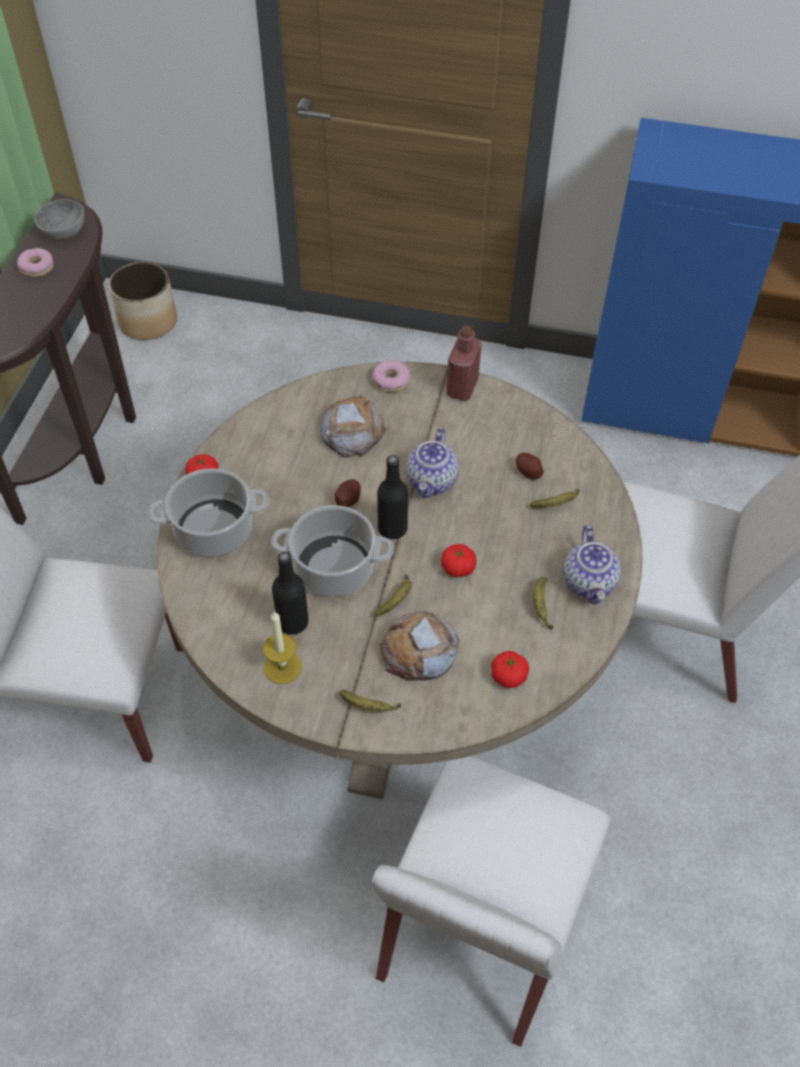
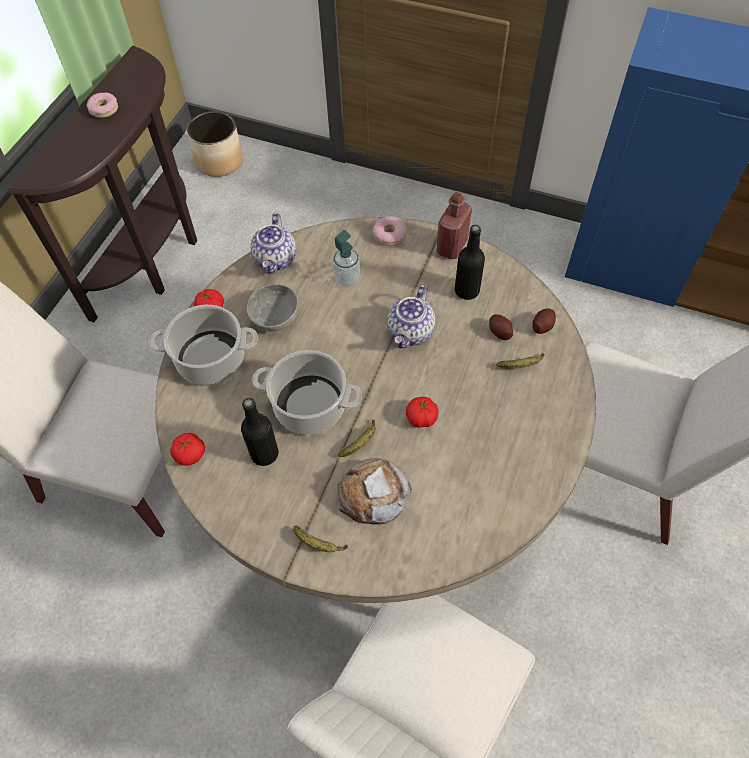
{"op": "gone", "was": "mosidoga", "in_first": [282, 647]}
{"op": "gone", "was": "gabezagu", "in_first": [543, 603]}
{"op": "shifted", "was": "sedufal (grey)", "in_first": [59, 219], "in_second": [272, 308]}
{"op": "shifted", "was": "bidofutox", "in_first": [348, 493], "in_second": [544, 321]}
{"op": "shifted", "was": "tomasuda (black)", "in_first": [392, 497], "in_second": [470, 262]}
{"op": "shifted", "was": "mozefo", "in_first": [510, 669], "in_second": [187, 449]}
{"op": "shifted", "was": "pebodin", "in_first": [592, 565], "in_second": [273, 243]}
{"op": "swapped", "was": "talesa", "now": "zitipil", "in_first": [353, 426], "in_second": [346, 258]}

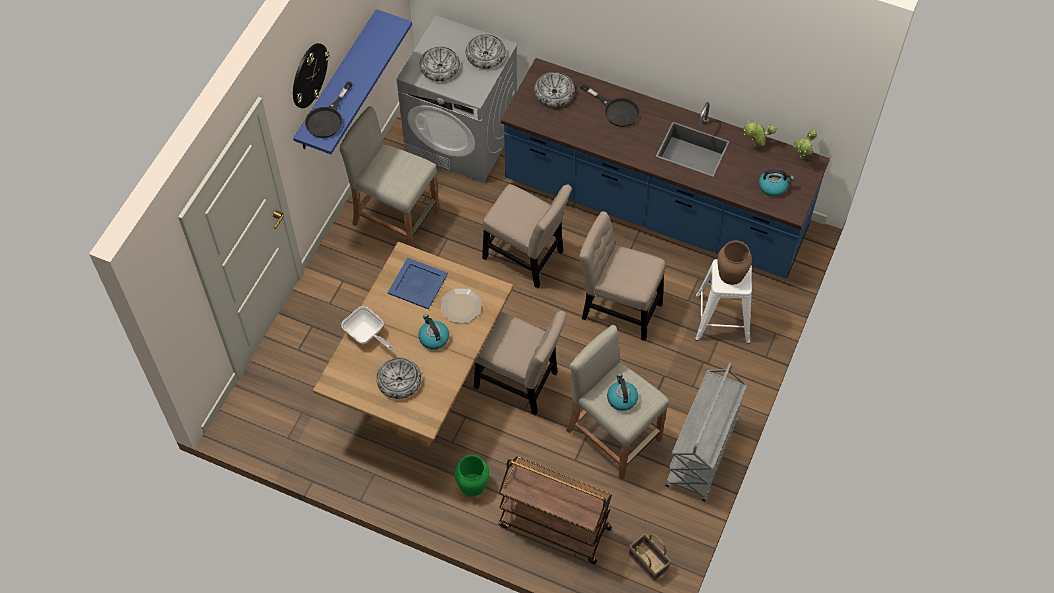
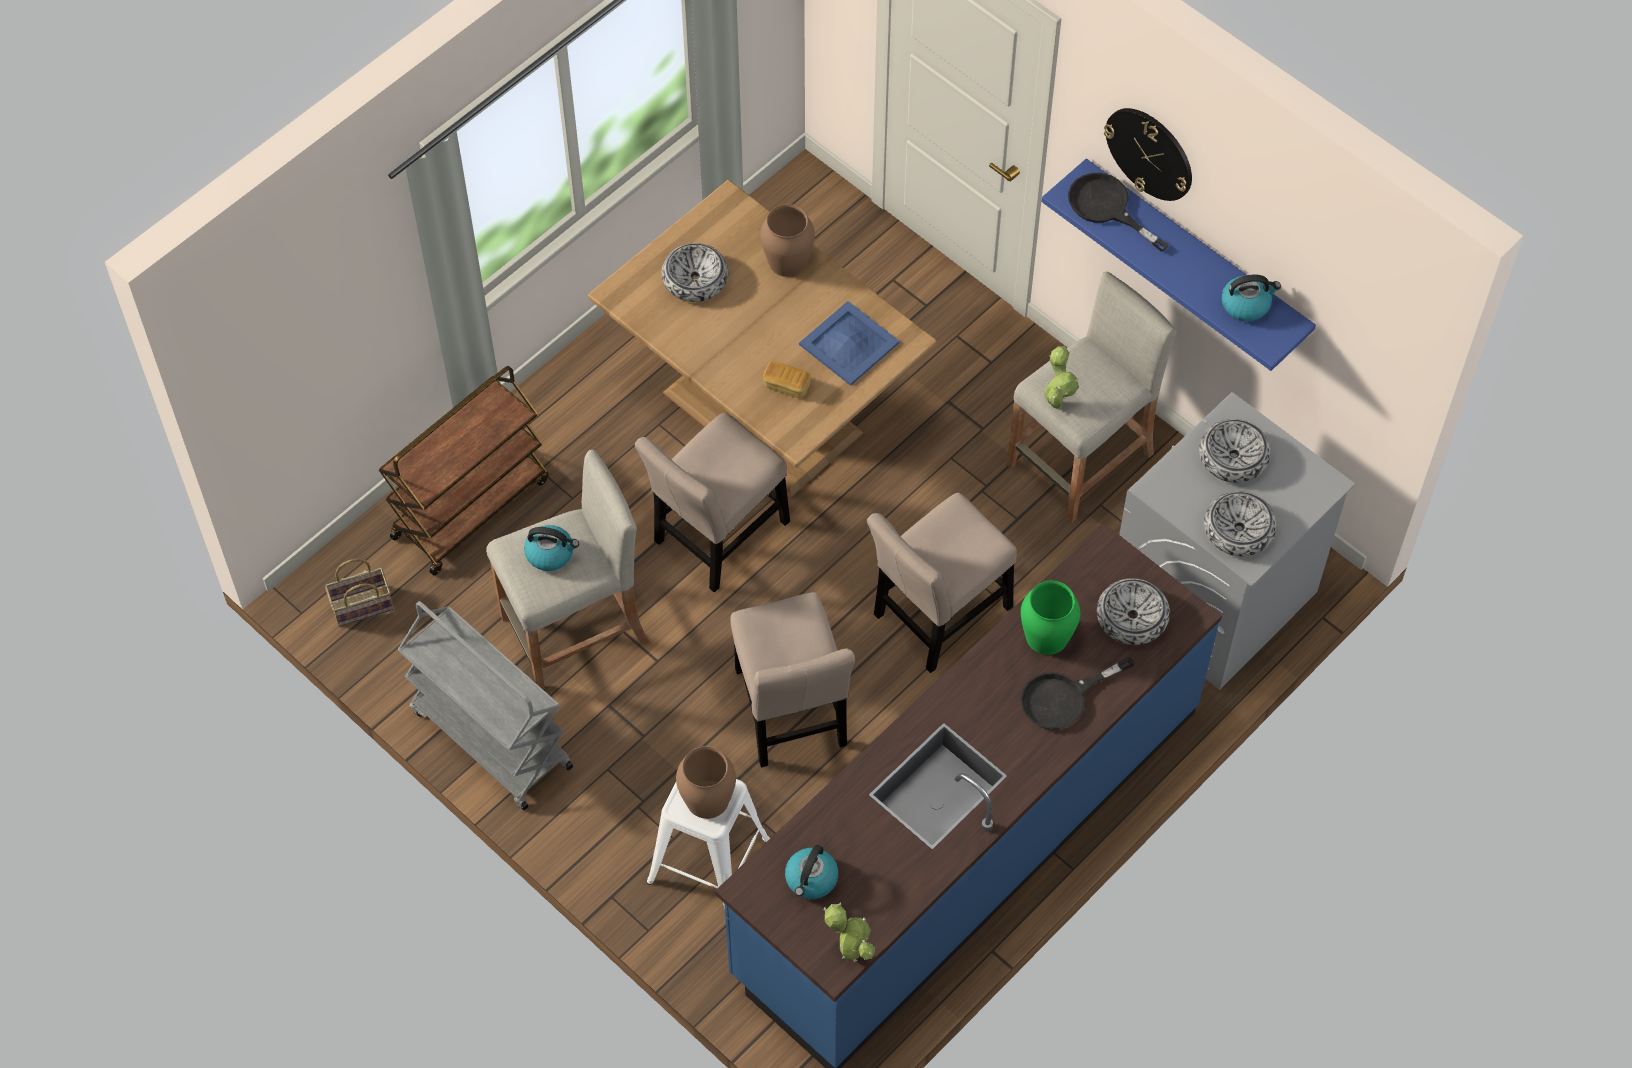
{"op": "shifted", "was": "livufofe", "in_first": [433, 332], "in_second": [1251, 298]}
{"op": "shifted", "was": "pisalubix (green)", "in_first": [471, 475], "in_second": [1050, 618]}
{"op": "shifted", "was": "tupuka", "in_first": [760, 134], "in_second": [1060, 377]}
{"op": "swapped", "was": "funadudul", "now": "pisalubix (brown)", "in_first": [367, 328], "in_second": [787, 240]}
{"op": "swapped", "was": "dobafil", "now": "talesa", "in_first": [461, 305], "in_second": [787, 379]}
{"op": "rotated", "was": "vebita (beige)", "in_first": [622, 276], "in_second": [792, 680], "clockwise": 120}

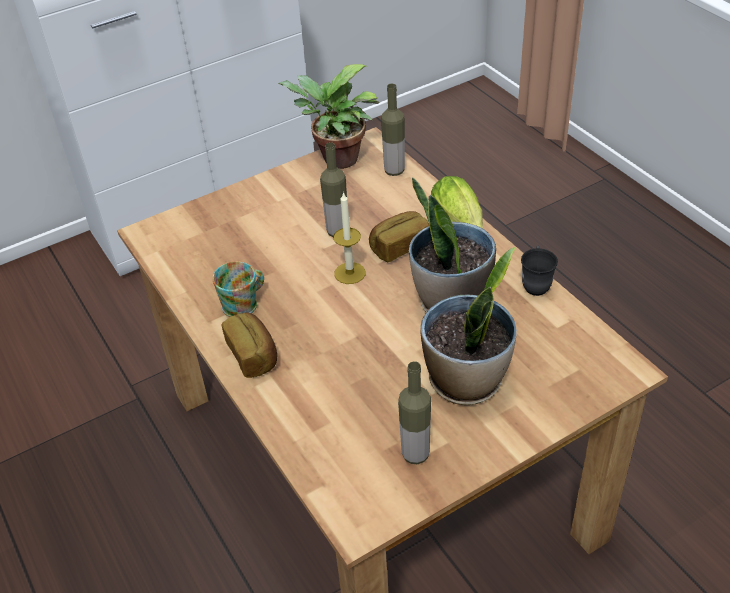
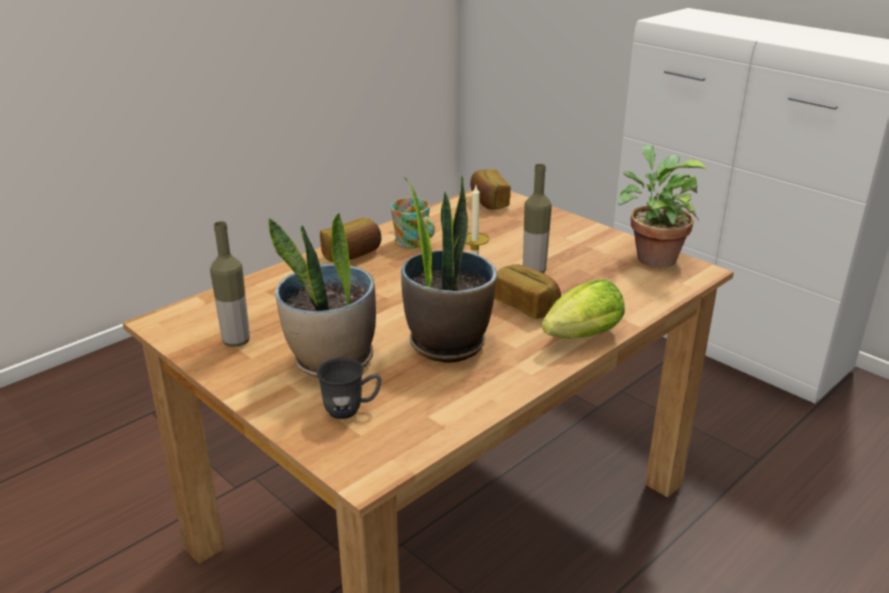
{"op": "gone", "was": "tomasuda", "in_first": [393, 130]}
{"op": "new", "now": "talesa", "in_second": [490, 189]}
{"op": "shifted", "was": "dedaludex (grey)", "in_first": [539, 271], "in_second": [348, 388]}

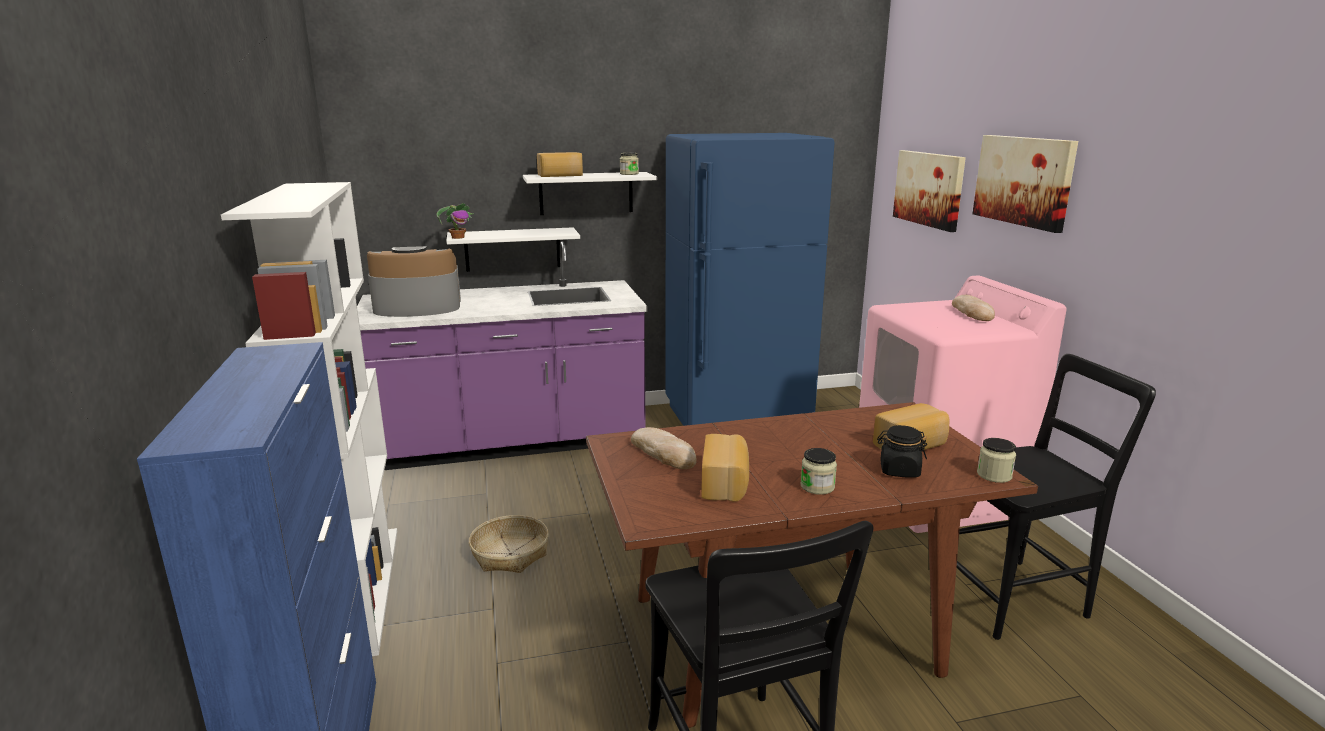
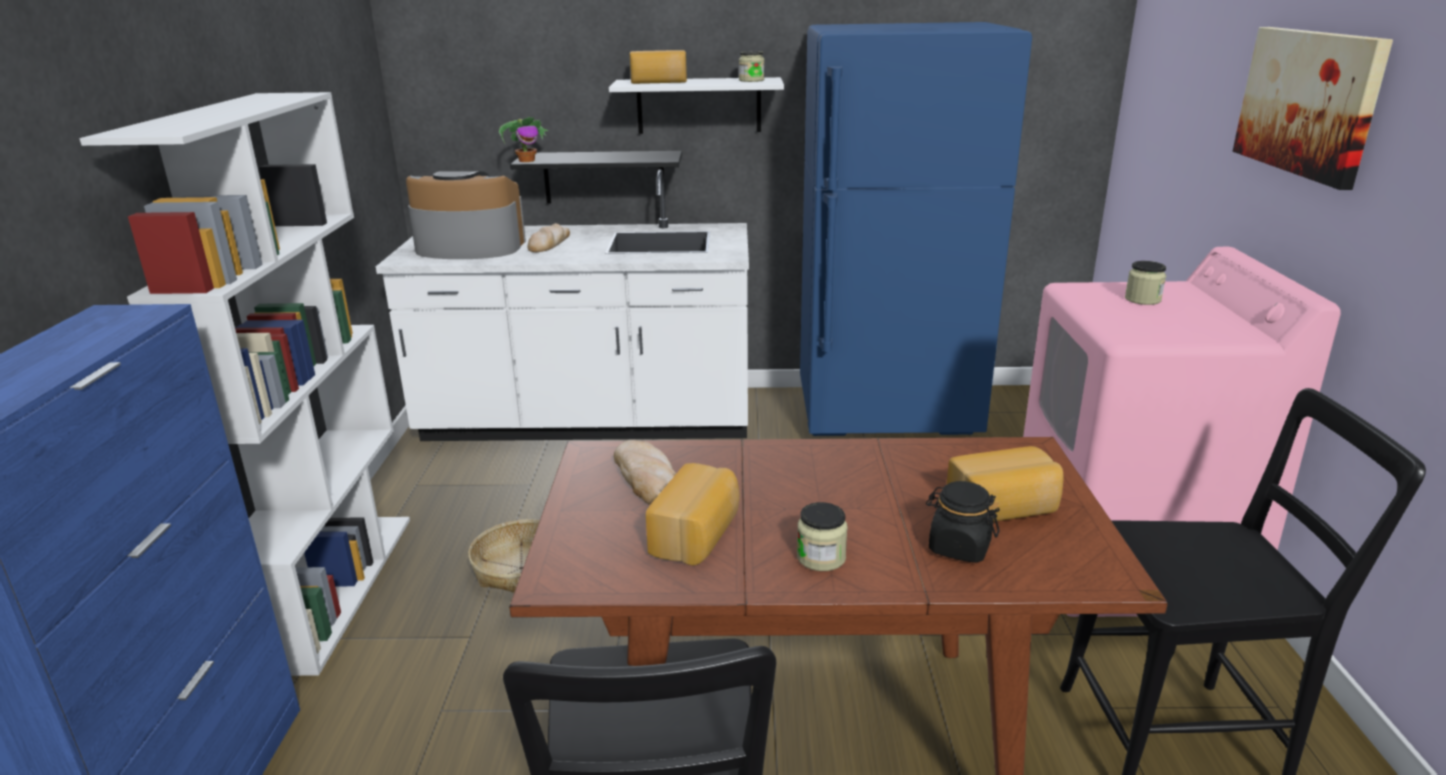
{"op": "gone", "was": "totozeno", "in_first": [929, 191]}
{"op": "shifted", "was": "talesa", "in_first": [973, 308], "in_second": [549, 237]}
{"op": "shifted", "was": "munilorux", "in_first": [996, 460], "in_second": [1145, 283]}
{"op": "repainted", "was": "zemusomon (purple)", "now": "zemusomon (white)", "in_first": [502, 355], "in_second": [562, 305]}
{"op": "repainted", "was": "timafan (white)", "now": "timafan (black)", "in_first": [513, 249], "in_second": [596, 177]}

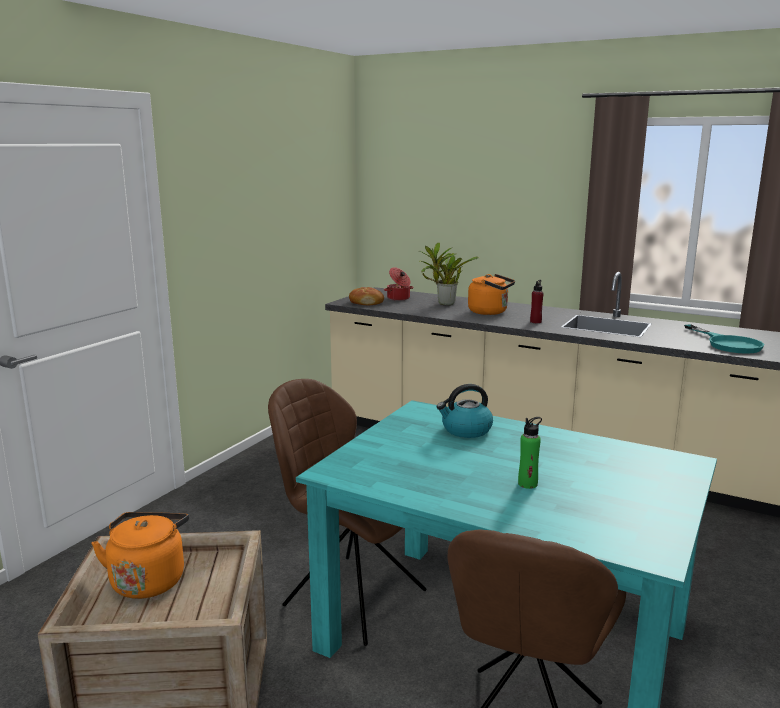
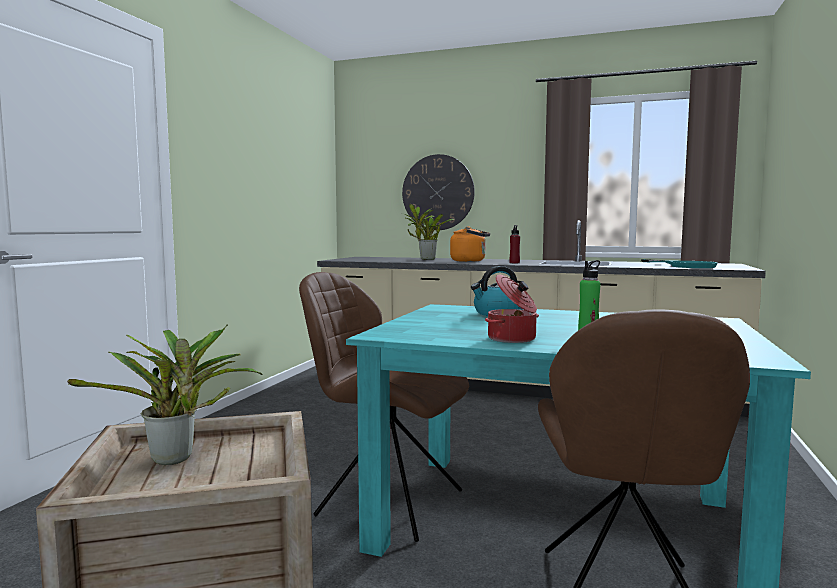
{"op": "gone", "was": "talesa", "in_first": [366, 296]}
{"op": "new", "now": "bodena", "in_second": [438, 192]}
{"op": "shifted", "was": "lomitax", "in_first": [399, 284], "in_second": [512, 308]}
{"op": "swapped", "was": "livufofe (orange)", "now": "tupuka", "in_first": [140, 555], "in_second": [165, 394]}

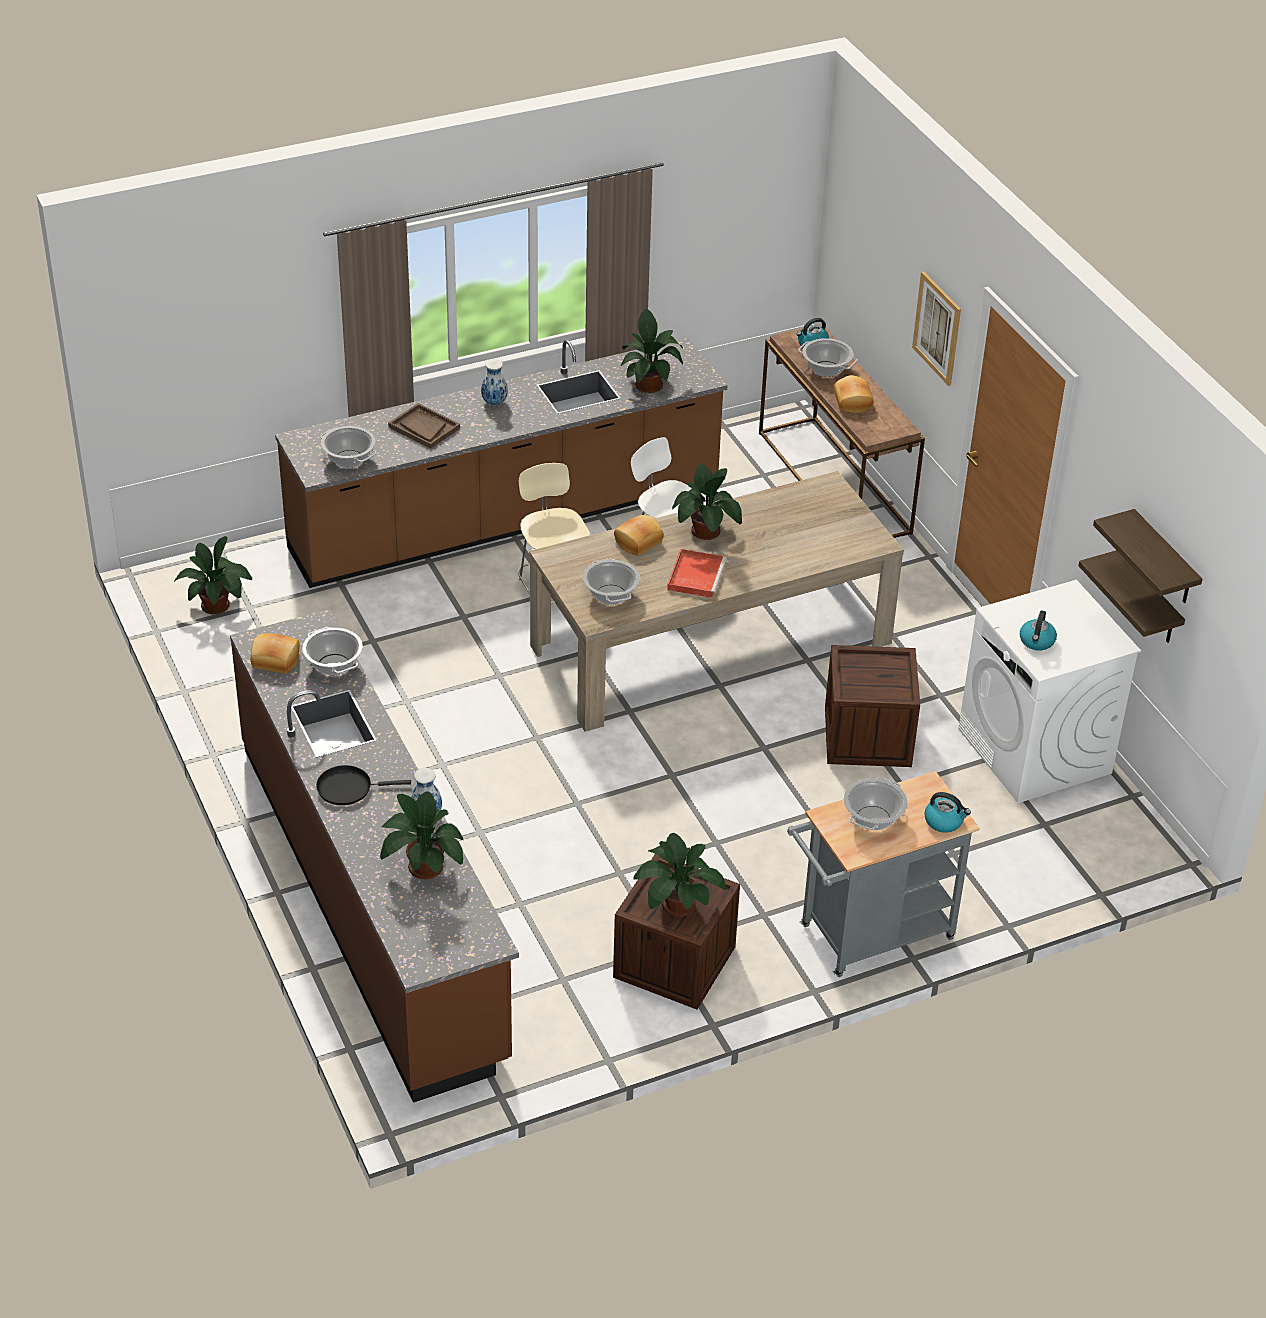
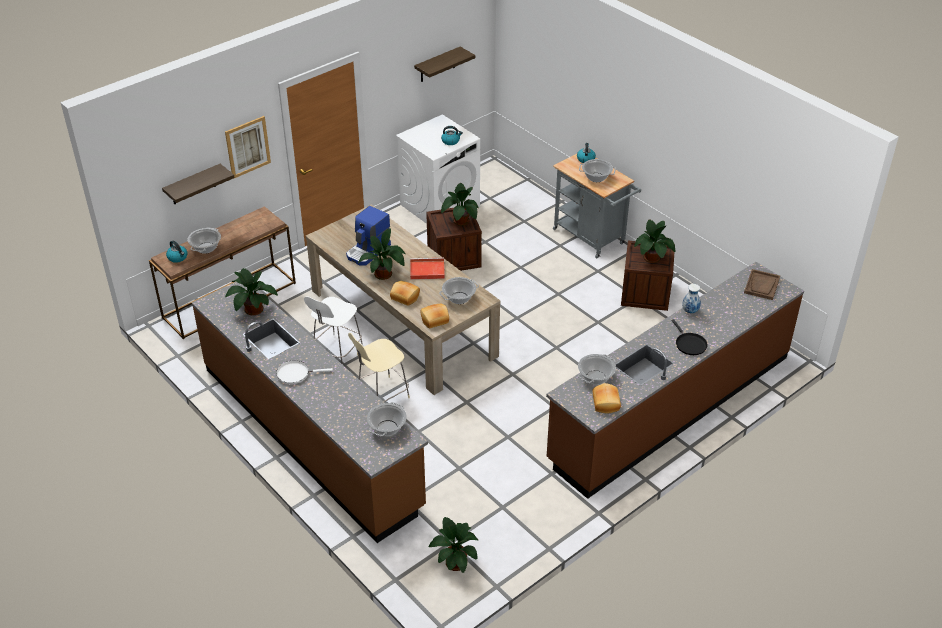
{"op": "new", "now": "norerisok", "in_second": [368, 235]}
{"op": "shifted", "was": "tupuka", "in_first": [421, 835], "in_second": [460, 204]}
{"op": "shifted", "was": "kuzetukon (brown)", "in_first": [424, 426], "in_second": [762, 284]}
{"op": "shifted", "was": "talesa", "in_first": [854, 394], "in_second": [434, 316]}
{"op": "shifted", "was": "timafan", "in_first": [1131, 596], "in_second": [198, 184]}
{"op": "swapped", "was": "pisalubix", "now": "funadudul (white)", "in_first": [494, 382], "in_second": [304, 372]}

